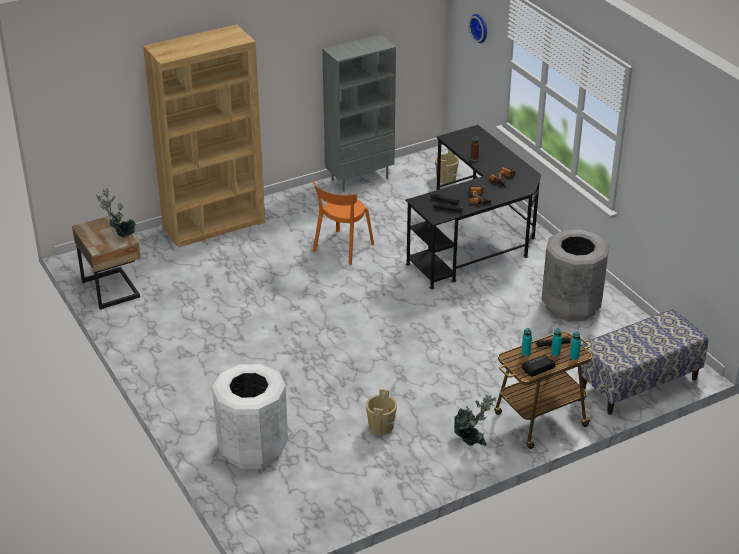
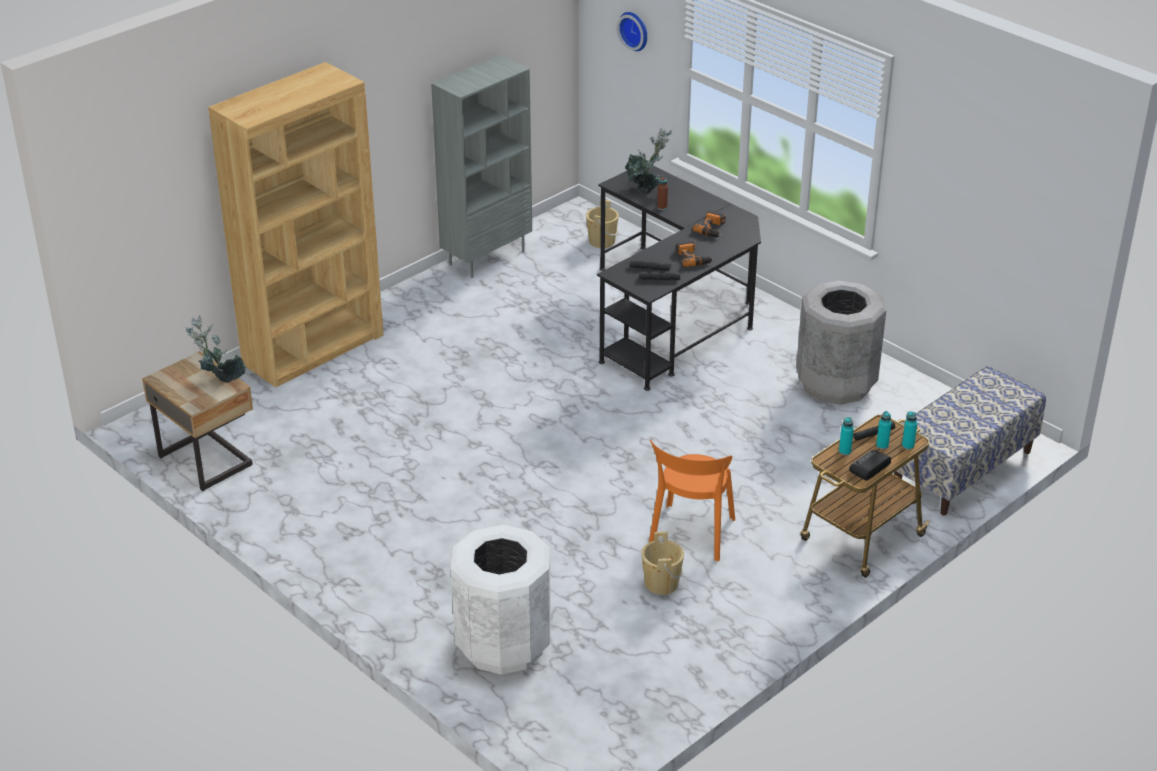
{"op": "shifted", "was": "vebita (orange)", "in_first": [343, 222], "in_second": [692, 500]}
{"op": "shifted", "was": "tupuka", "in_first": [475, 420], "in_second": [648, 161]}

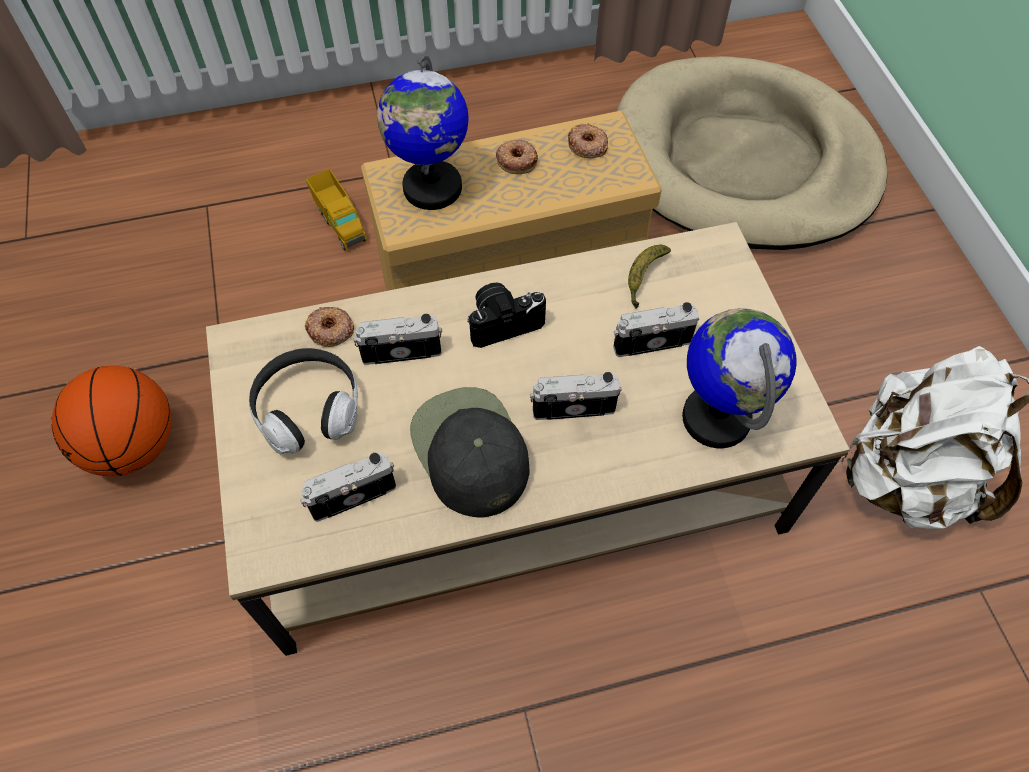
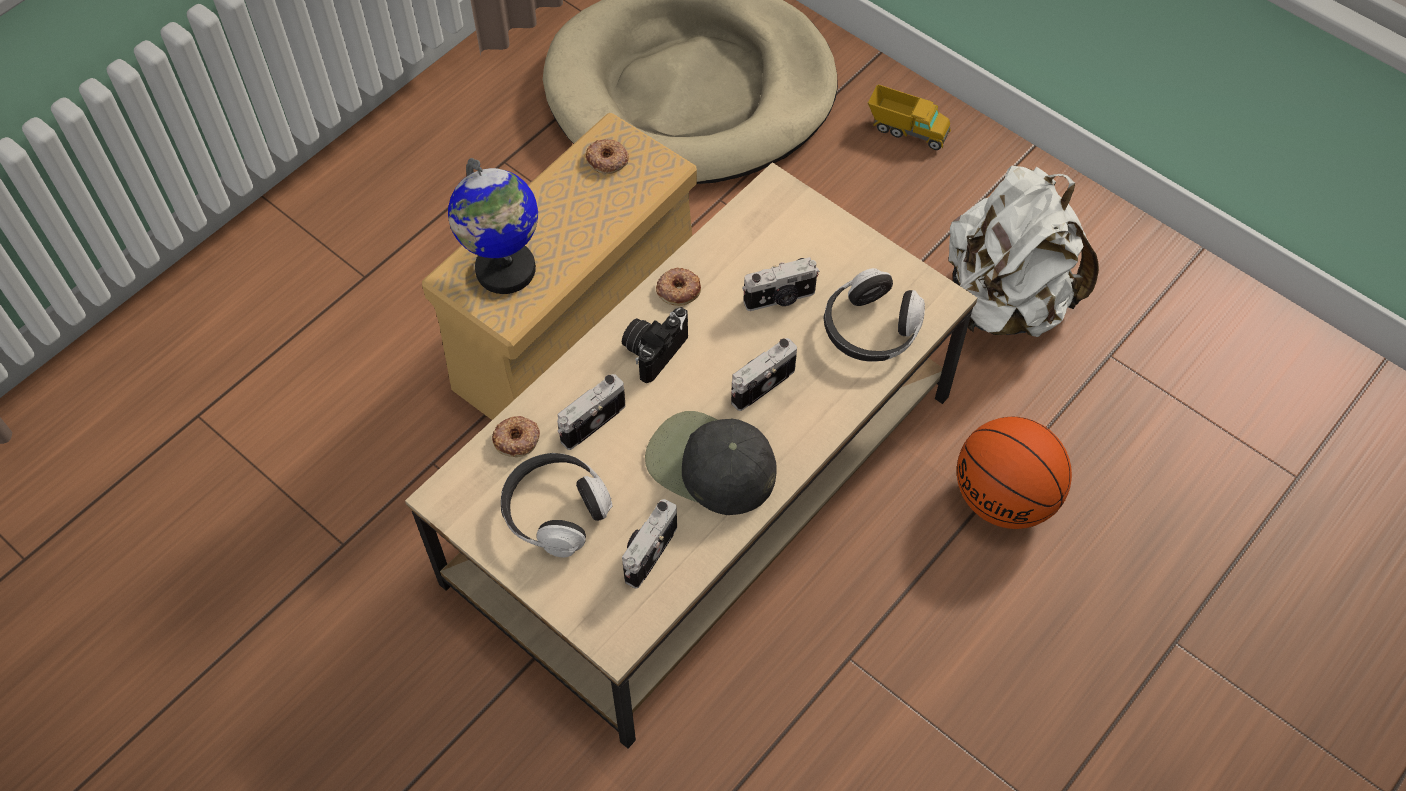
{"op": "gone", "was": "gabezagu", "in_first": [649, 277]}
{"op": "shifted", "was": "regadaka", "in_first": [111, 421], "in_second": [1014, 473]}
{"op": "shifted", "was": "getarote", "in_first": [336, 209], "in_second": [909, 117]}
{"op": "shifted", "was": "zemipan", "in_first": [517, 156], "in_second": [678, 287]}
{"op": "swapped", "was": "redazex", "now": "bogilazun", "in_first": [739, 378], "in_second": [874, 314]}
{"op": "rotated", "was": "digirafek", "in_first": [656, 329], "in_second": [780, 284], "clockwise": -150}

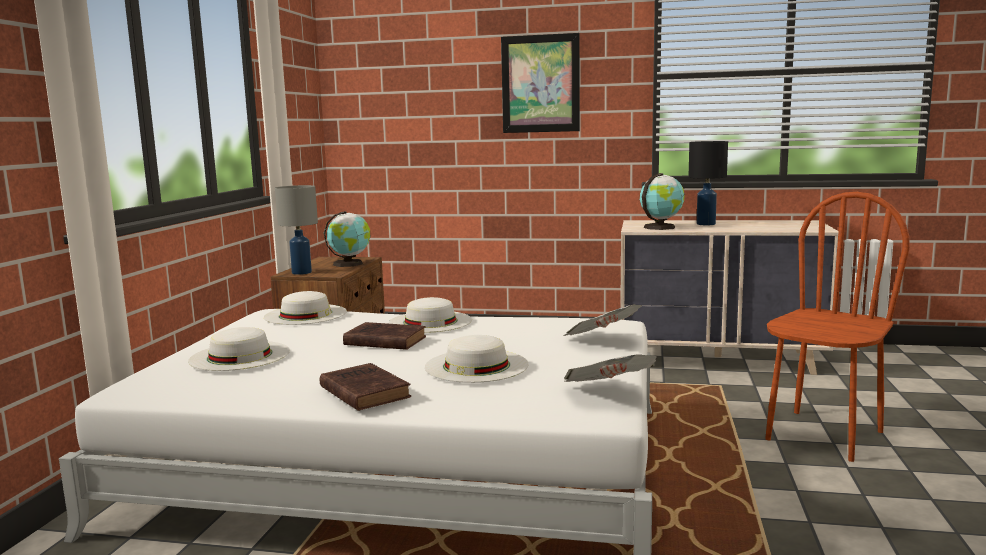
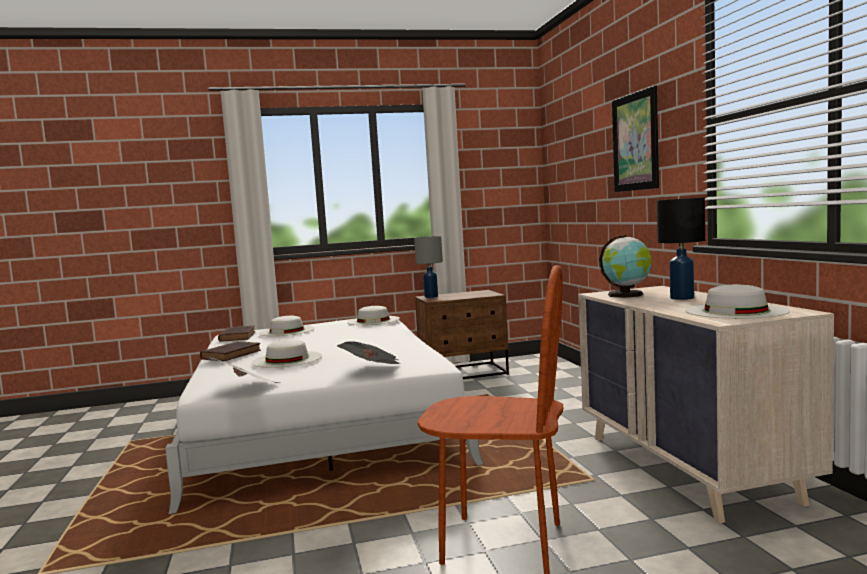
{"op": "gone", "was": "redazex", "in_first": [347, 239]}
{"op": "shifted", "was": "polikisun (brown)", "in_first": [384, 336], "in_second": [237, 334]}
{"op": "shifted", "was": "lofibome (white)", "in_first": [430, 315], "in_second": [737, 301]}

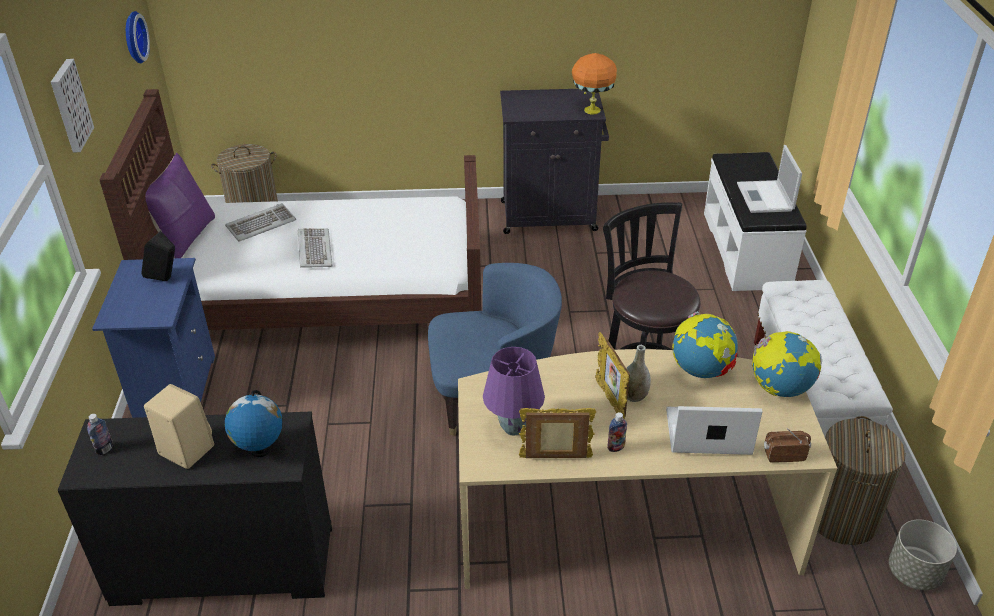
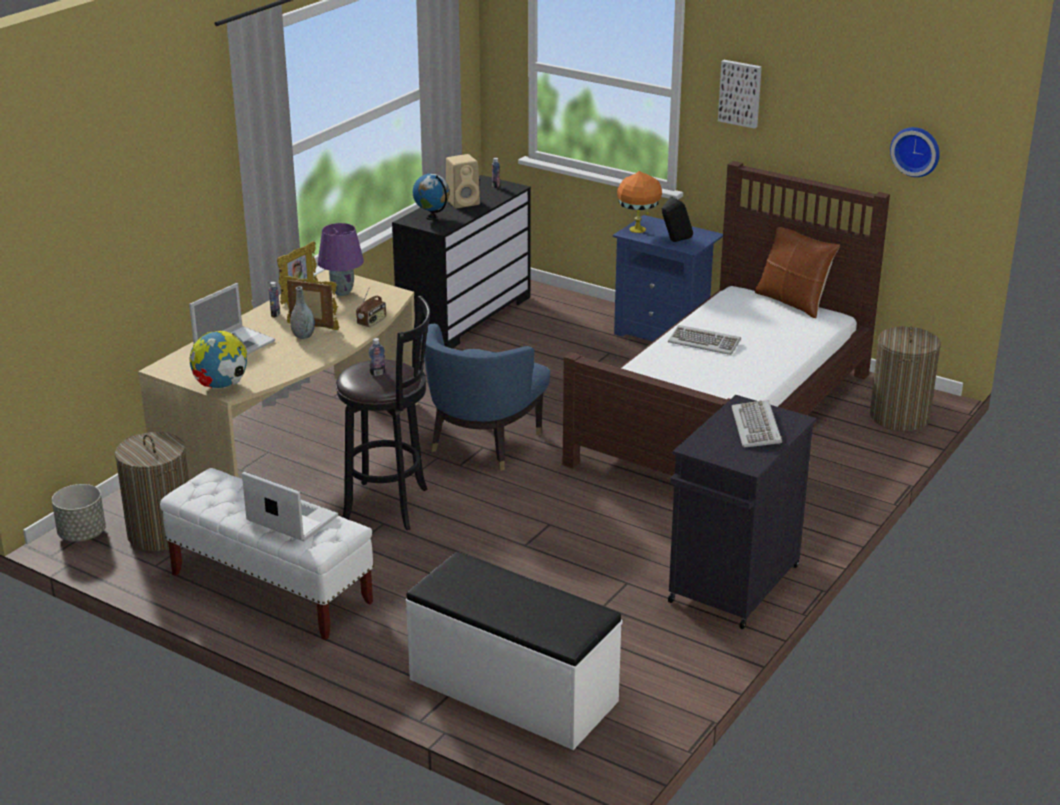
{"op": "gone", "was": "redazex", "in_first": [705, 344]}
{"op": "new", "now": "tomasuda", "in_second": [377, 357]}
{"op": "shifted", "was": "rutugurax", "in_first": [260, 222], "in_second": [756, 423]}
{"op": "shifted", "was": "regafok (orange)", "in_first": [594, 83], "in_second": [639, 202]}
{"op": "shifted", "was": "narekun", "in_first": [769, 179], "in_second": [290, 506]}
{"op": "shifted", "was": "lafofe", "in_first": [787, 445], "in_second": [371, 307]}
{"op": "repainted", "was": "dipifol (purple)", "now": "dipifol (brown)", "in_first": [180, 205], "in_second": [797, 272]}

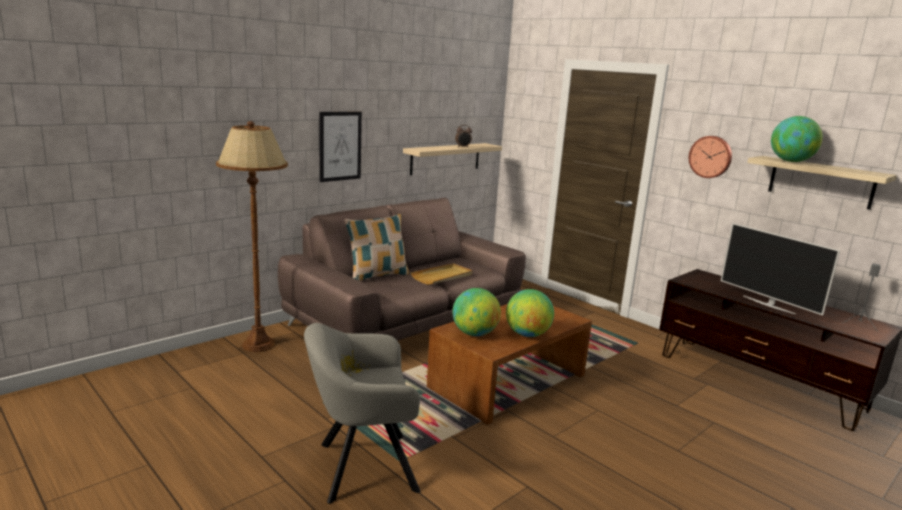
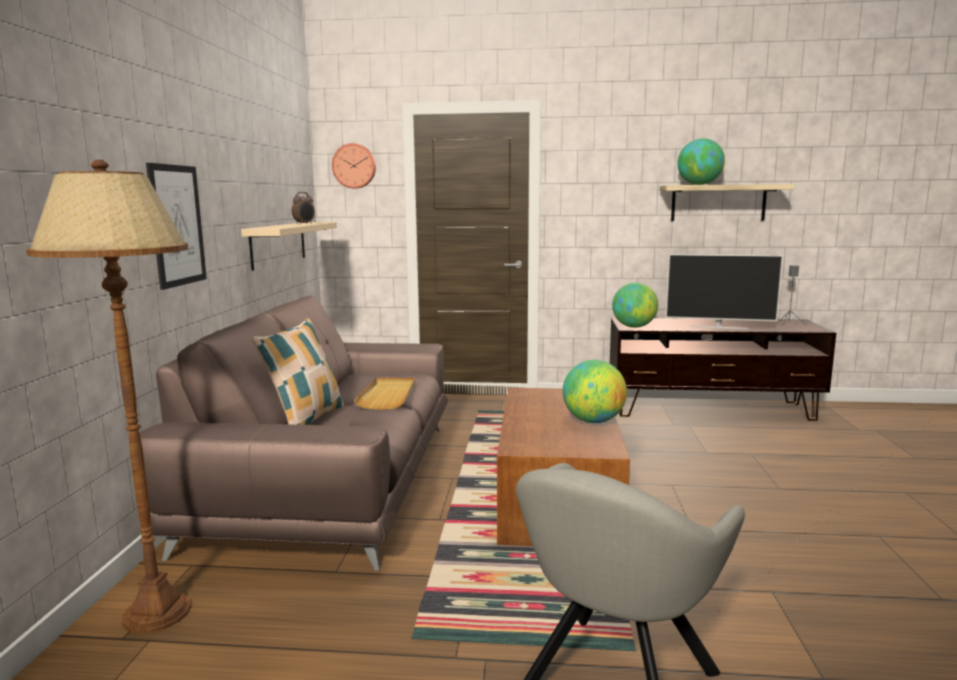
{"op": "shifted", "was": "redazex", "in_first": [477, 312], "in_second": [635, 305]}
{"op": "shifted", "was": "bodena", "in_first": [710, 157], "in_second": [354, 165]}

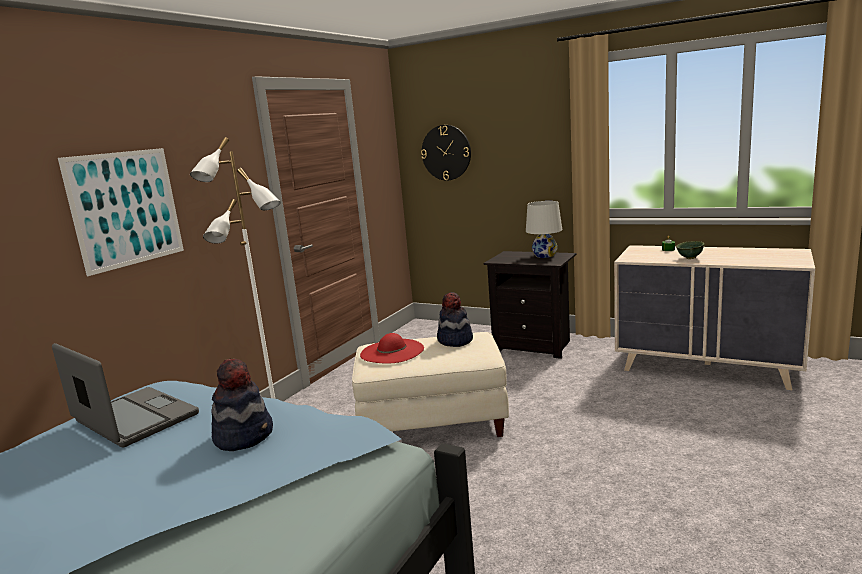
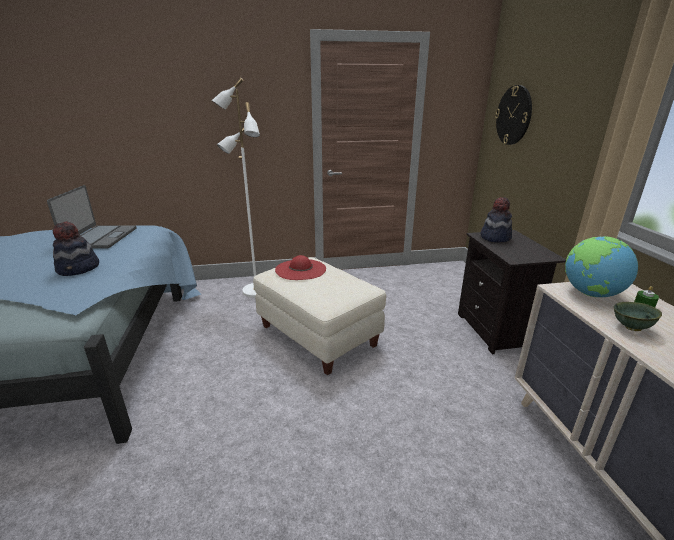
{"op": "gone", "was": "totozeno", "in_first": [121, 212]}
{"op": "gone", "was": "regafok (white)", "in_first": [544, 229]}
{"op": "new", "now": "redazex", "in_second": [601, 266]}
{"op": "shifted", "was": "lofibome", "in_first": [455, 319], "in_second": [496, 219]}

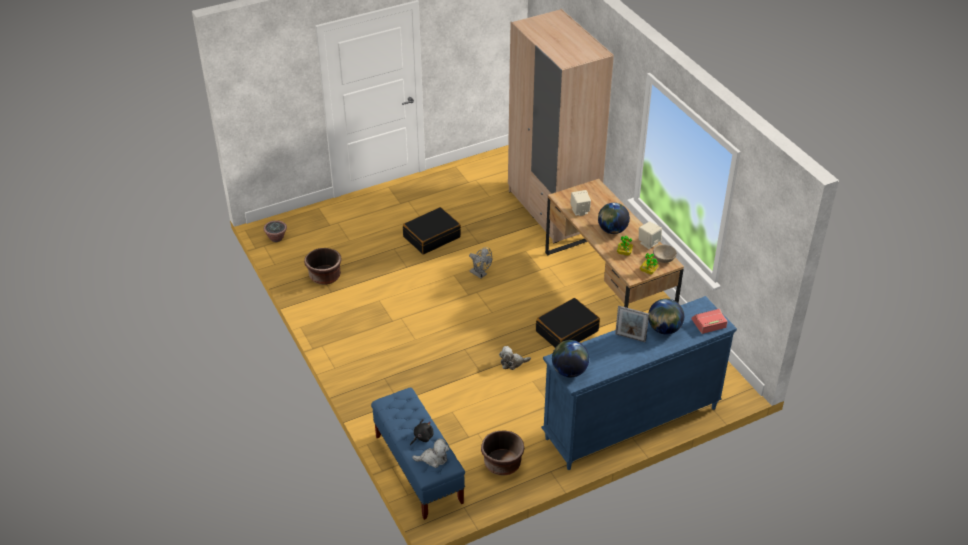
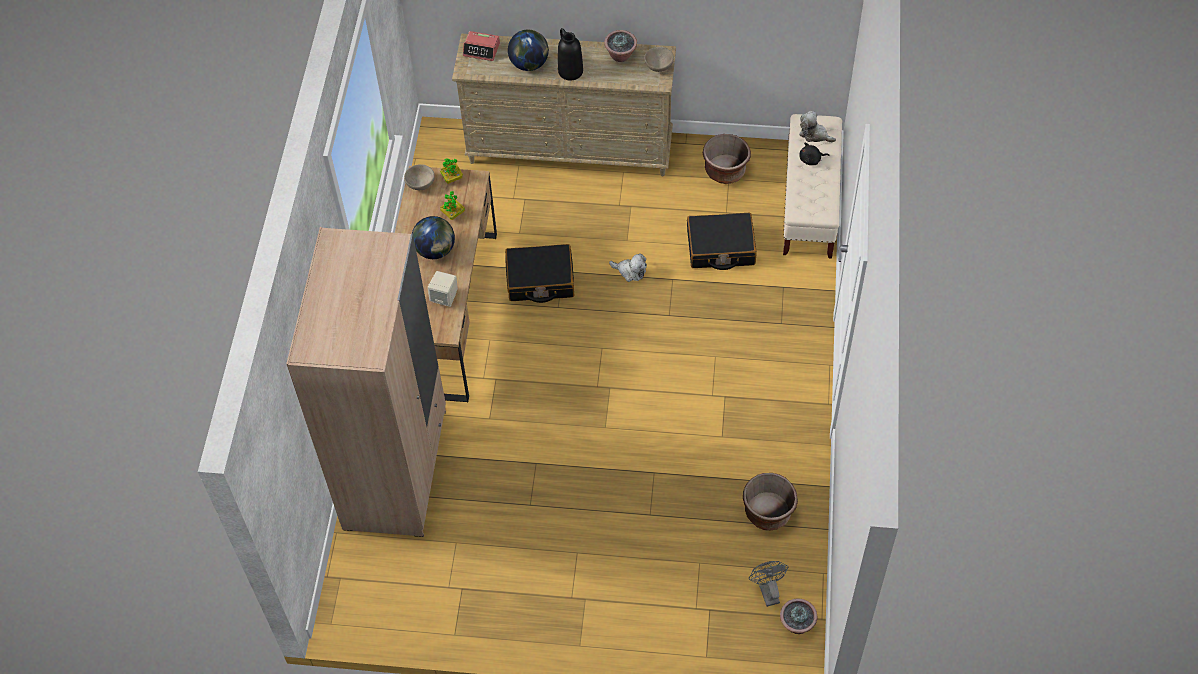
{"op": "gone", "was": "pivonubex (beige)", "in_first": [650, 235]}
{"op": "new", "now": "tupuka", "in_second": [620, 46]}
{"op": "shifted", "was": "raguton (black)", "in_first": [432, 231], "in_second": [722, 241]}
{"op": "shifted", "was": "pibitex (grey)", "in_first": [480, 262], "in_second": [768, 584]}
{"op": "swapped", "was": "redazex", "now": "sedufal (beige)", "in_first": [570, 358], "in_second": [659, 59]}
{"op": "swapped", "was": "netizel", "now": "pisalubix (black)", "in_first": [632, 324], "in_second": [570, 54]}
{"op": "repainted", "was": "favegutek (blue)", "now": "favegutek (beige)", "in_first": [418, 454], "in_second": [812, 186]}
{"op": "repainted", "was": "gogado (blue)", "now": "gogado (beige)", "in_first": [639, 383], "in_second": [564, 105]}

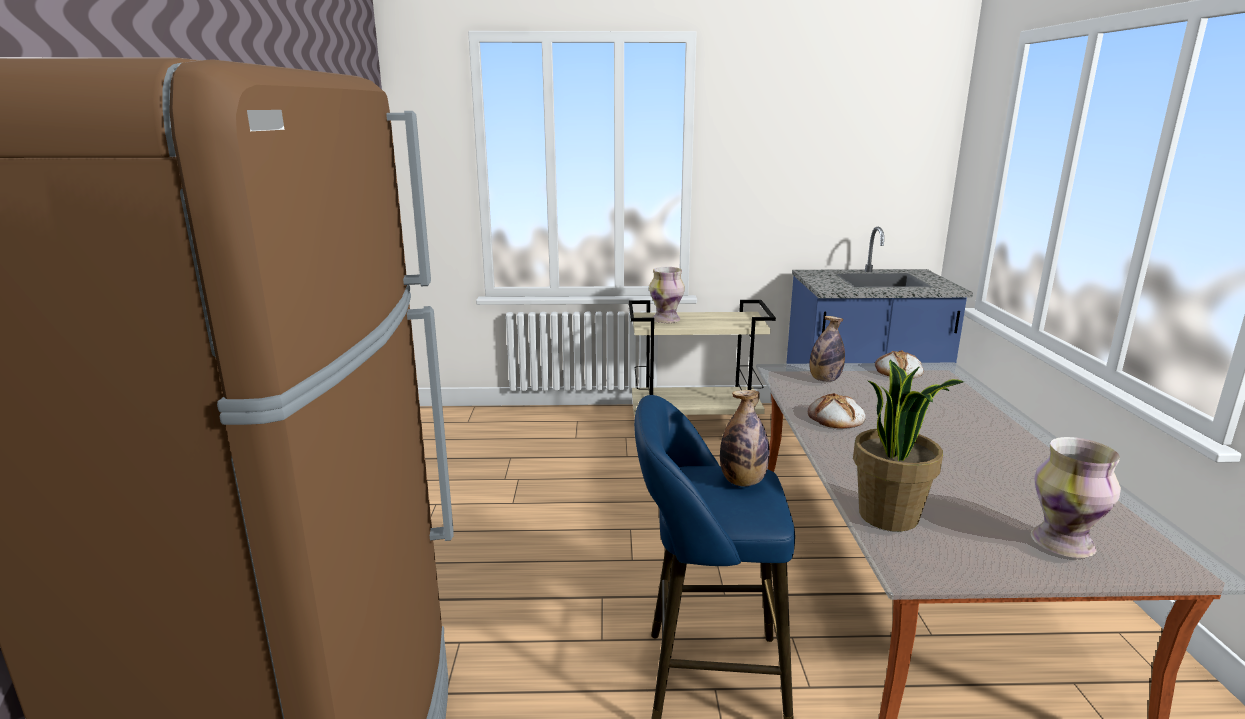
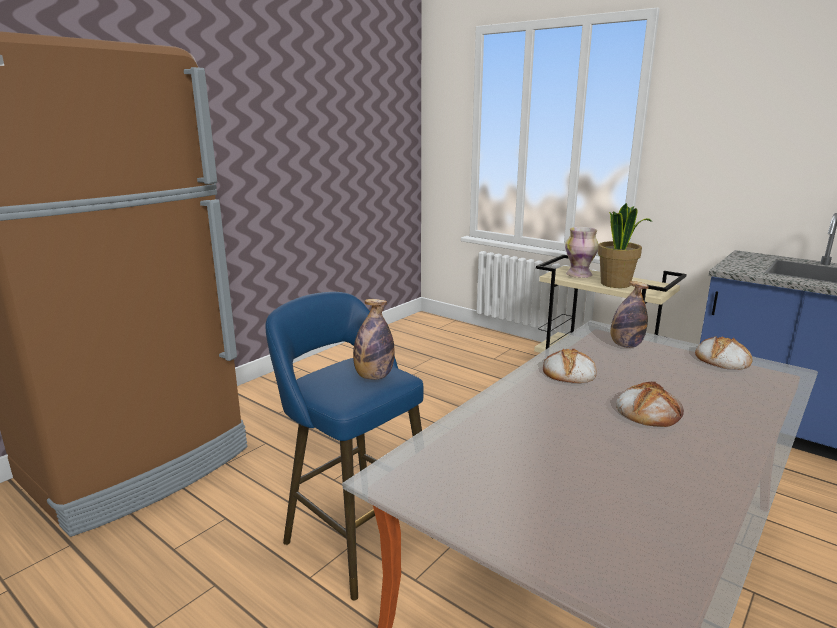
{"op": "gone", "was": "pisalubix", "in_first": [1076, 497]}
{"op": "new", "now": "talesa", "in_second": [650, 404]}
{"op": "shifted", "was": "tupuka", "in_first": [908, 445], "in_second": [625, 245]}

